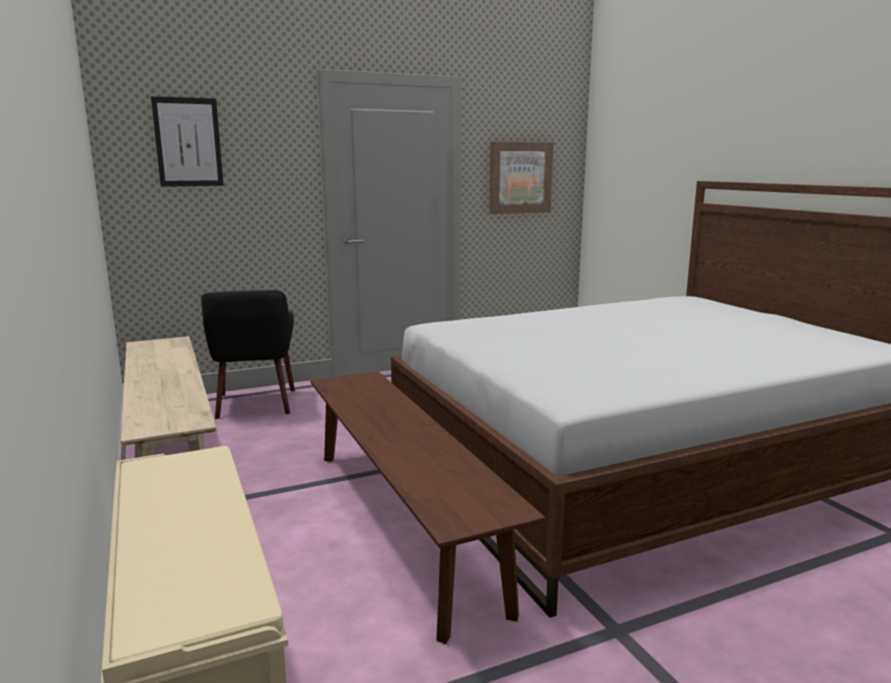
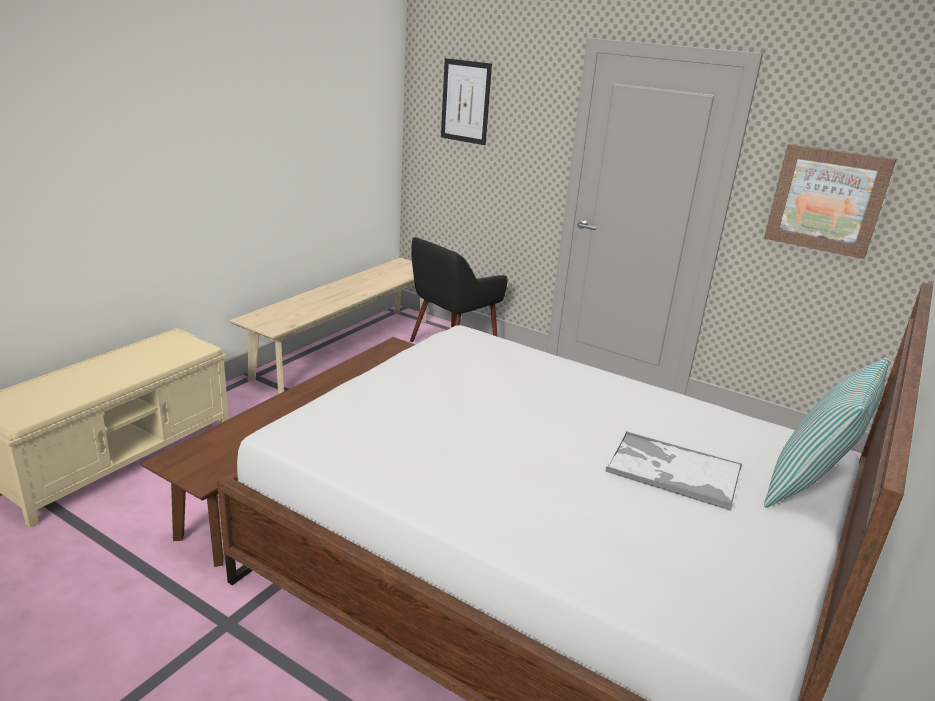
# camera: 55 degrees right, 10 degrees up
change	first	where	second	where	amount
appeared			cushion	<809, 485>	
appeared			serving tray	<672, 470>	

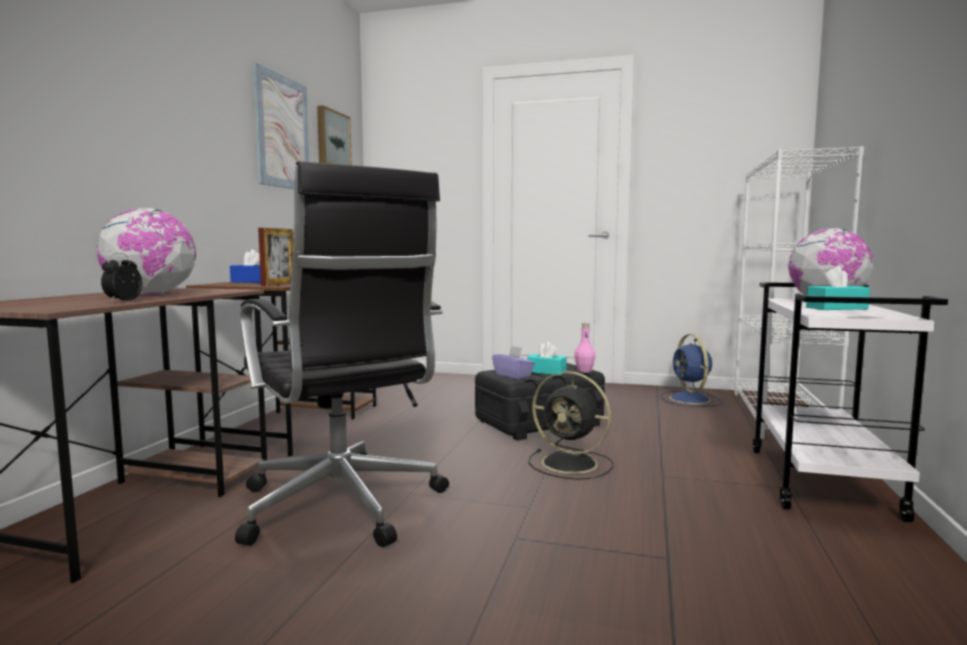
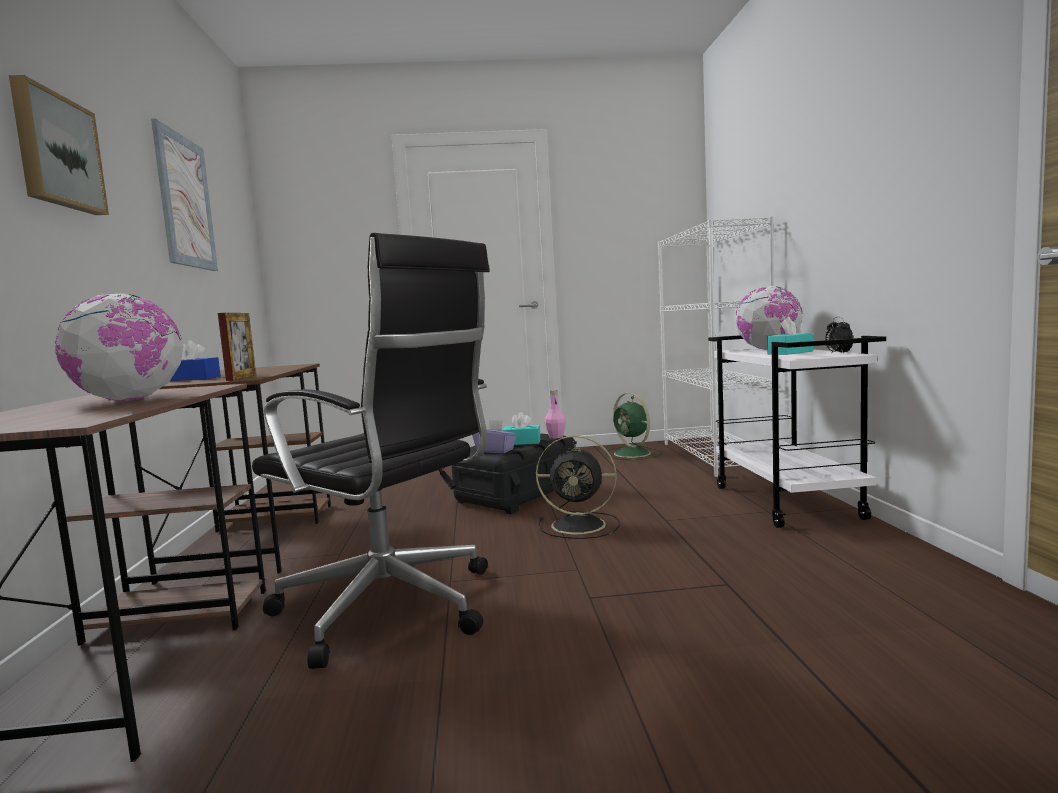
# camera: 20 degrees left, 0 degrees up
change	first	where	second	where	amount
relocated	wall art	<332, 139>		<56, 152>	
relocated	table clock	<123, 302>		<838, 353>	
colour	blue-coloured fan	<690, 400>	greenish fan	<633, 454>	

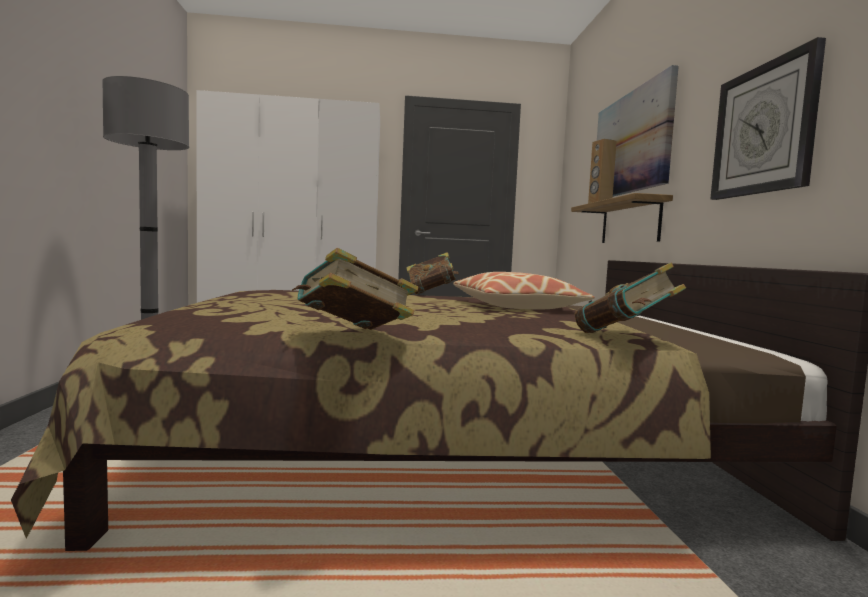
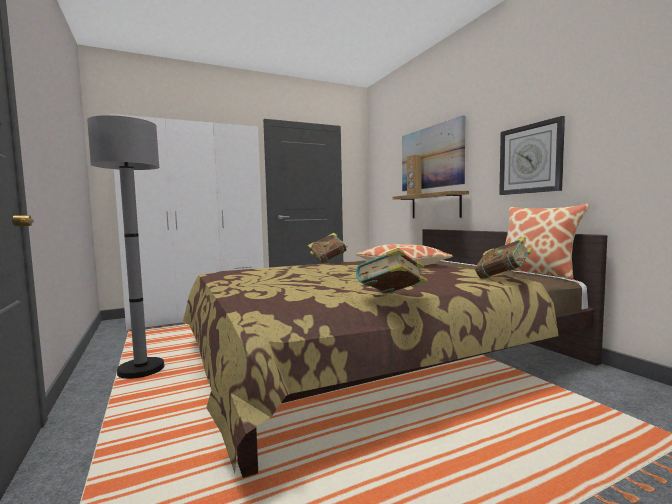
# camera: 20 degrees left, 0 degrees up
change	first	where	second	where	amount
appeared			cushion	<537, 273>	

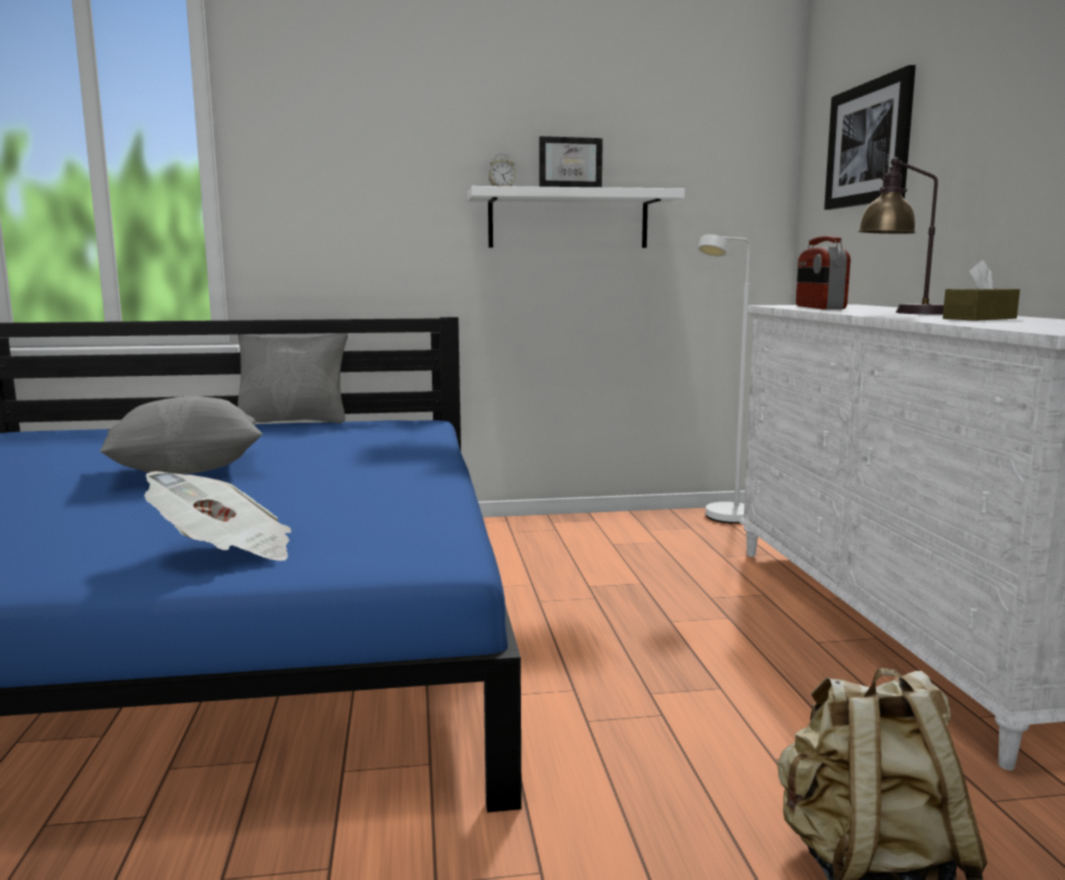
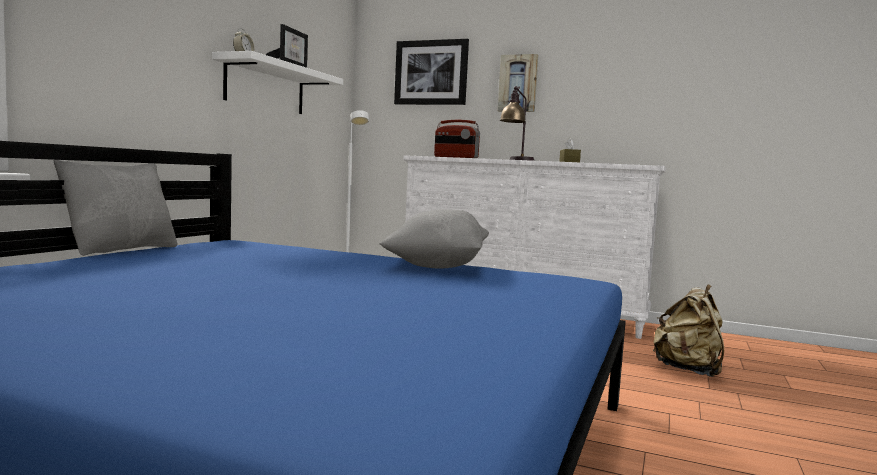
# camera: 60 degrees left, 5 degrees down
change	first	where	second	where	amount
relocated	greyish cushion	<187, 470>		<437, 266>	
missing	daily paper	<226, 552>			
appeared			wall art	<518, 83>	

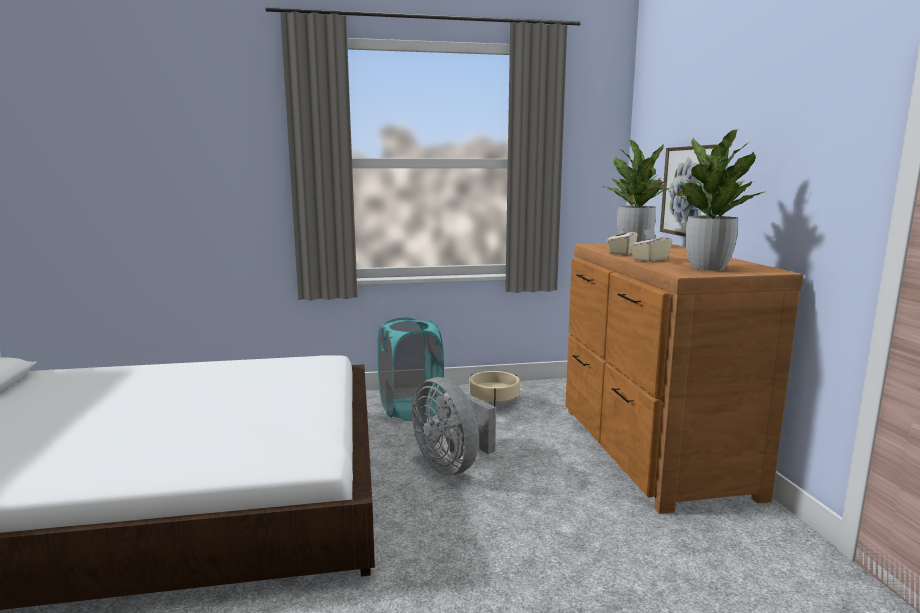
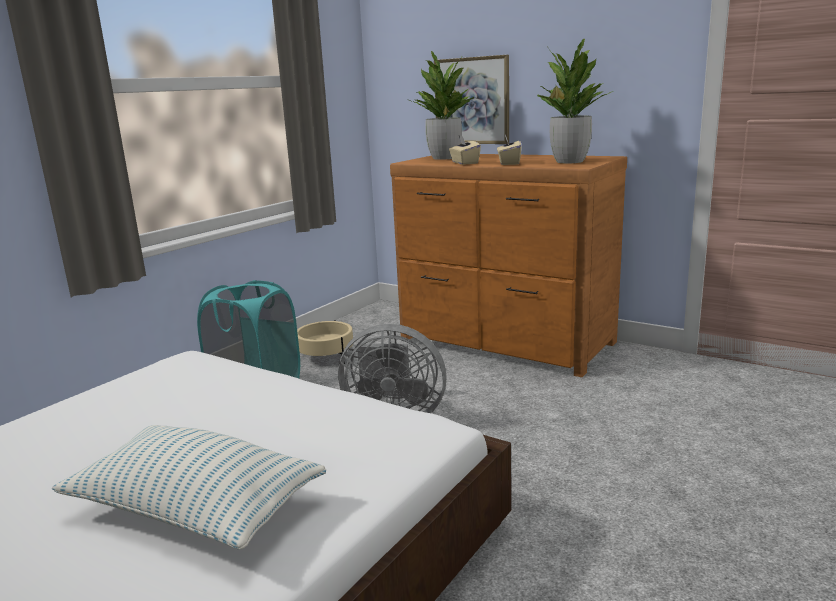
# camera: 45 degrees left, 5 degrees up
change	first	where	second	where	amount
appeared			cushion	<195, 509>	

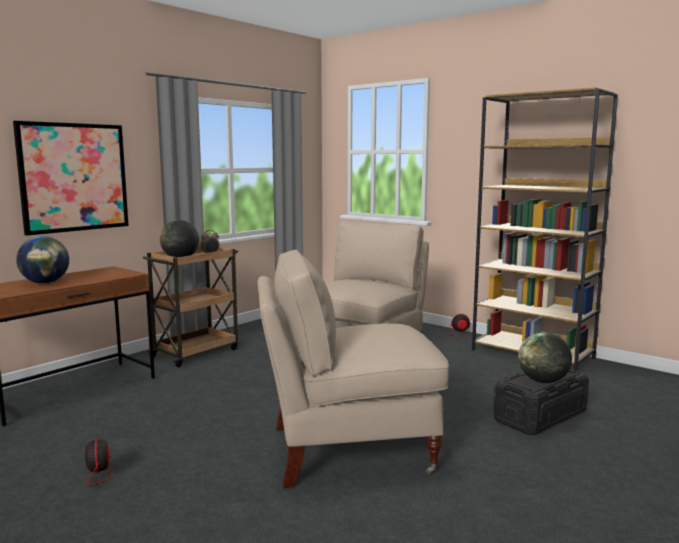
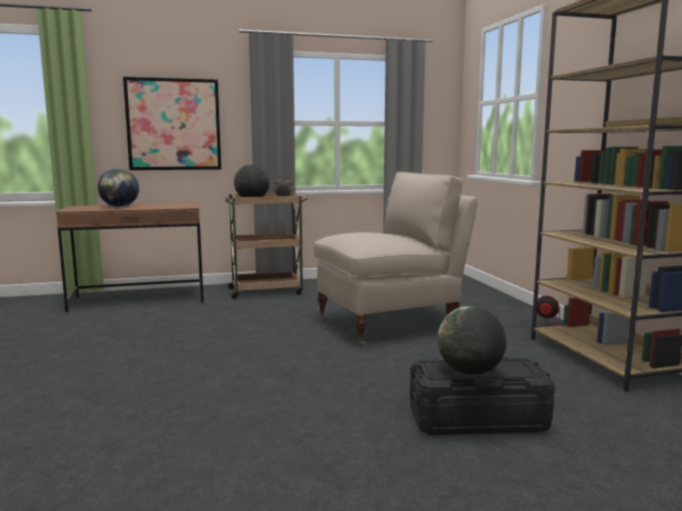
# camera: 35 degrees right, 0 degrees up
change	first	where	second	where	amount
missing	beige upright chair	<347, 449>			
missing	fan	<112, 481>			

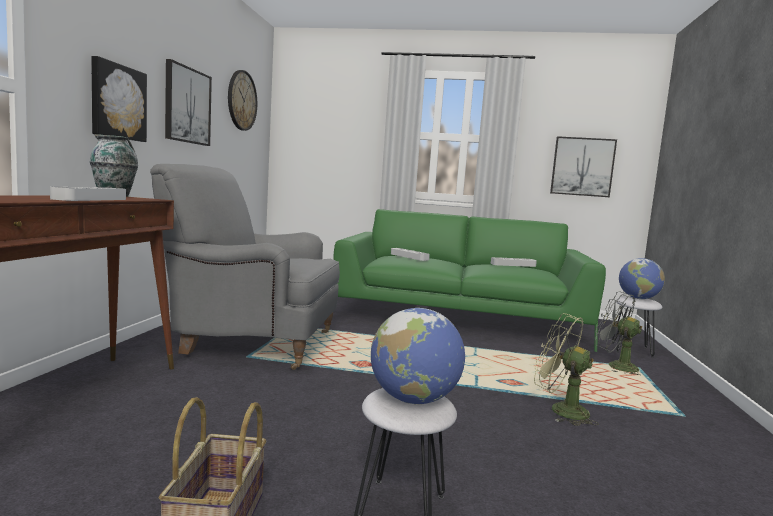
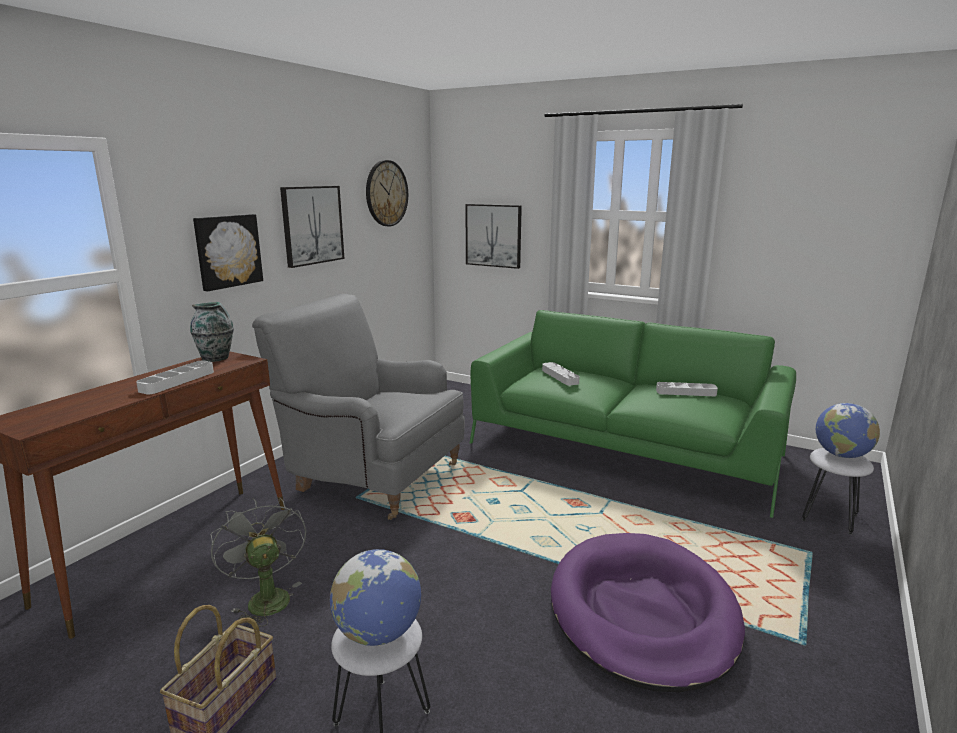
# camera: 20 degrees right, 10 degrees up
change	first	where	second	where	amount
relocated	wall art	<582, 167>		<493, 235>	
relocated	greyish fan	<615, 366>		<265, 597>	
exchanged	greenish fan	<560, 410>	purple-coloured dog cushion	<642, 613>	

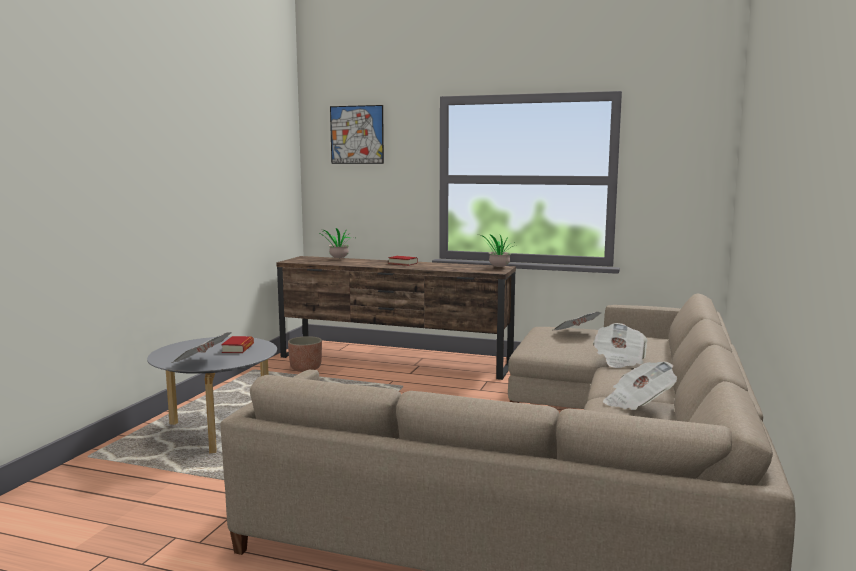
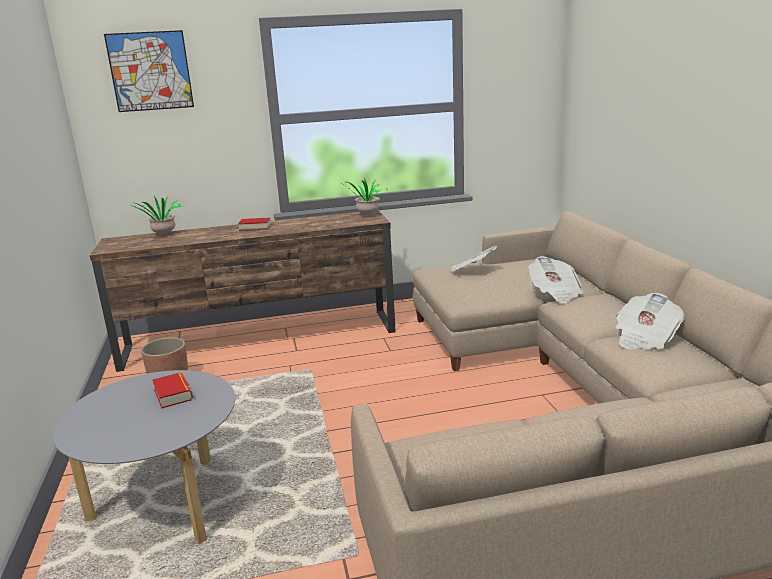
# camera: 30 degrees left, 10 degrees up
change	first	where	second	where	amount
missing	daily paper	<202, 363>			

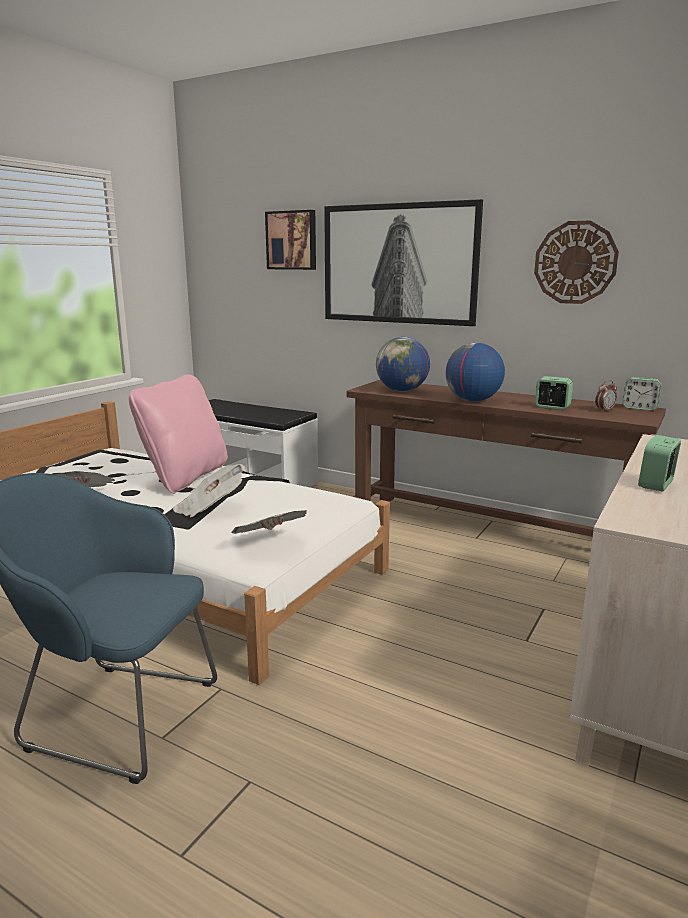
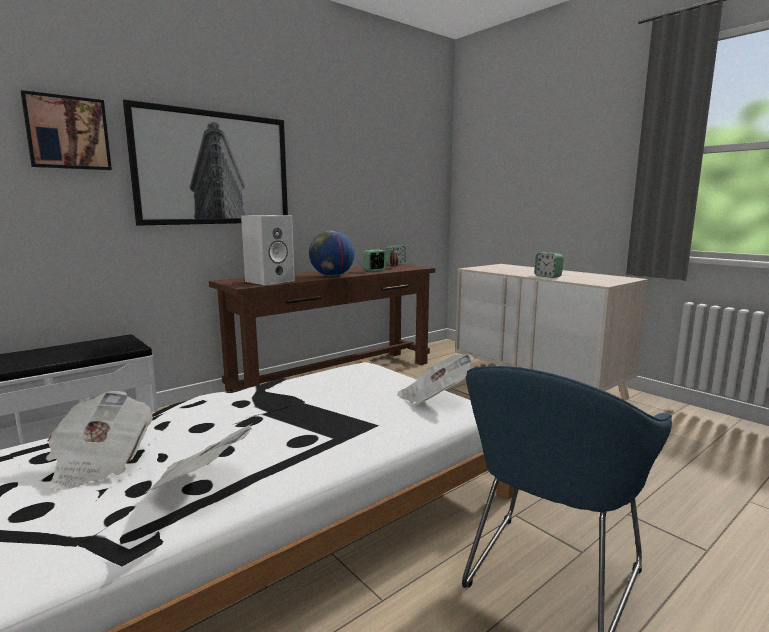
# camera: 70 degrees left, 5 degrees down
change	first	where	second	where	amount
missing	clock on the wall	<575, 262>			
exchanged	desk globe	<402, 391>	white audio speaker	<270, 281>	
missing	pink cushion	<185, 477>			
relocated	daily paper	<210, 508>		<99, 463>	

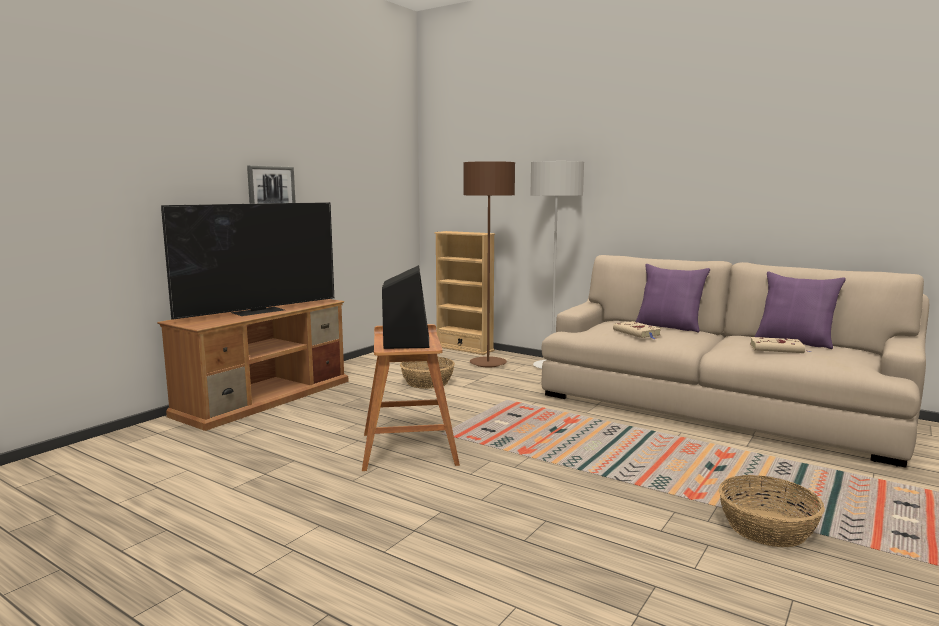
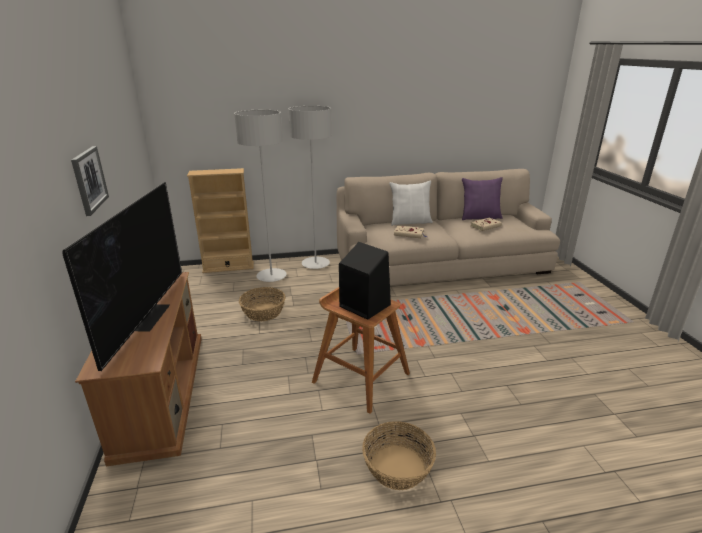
# camera: 45 degrees left, 15 degrees up
change	first	where	second	where	amount
colour	brown-coloured standing lamp	<488, 363>	greyish standing lamp	<271, 276>	
colour	purple-coloured cushion	<669, 326>	white cushion	<410, 222>	
relocated	household basket	<766, 527>		<397, 467>	

